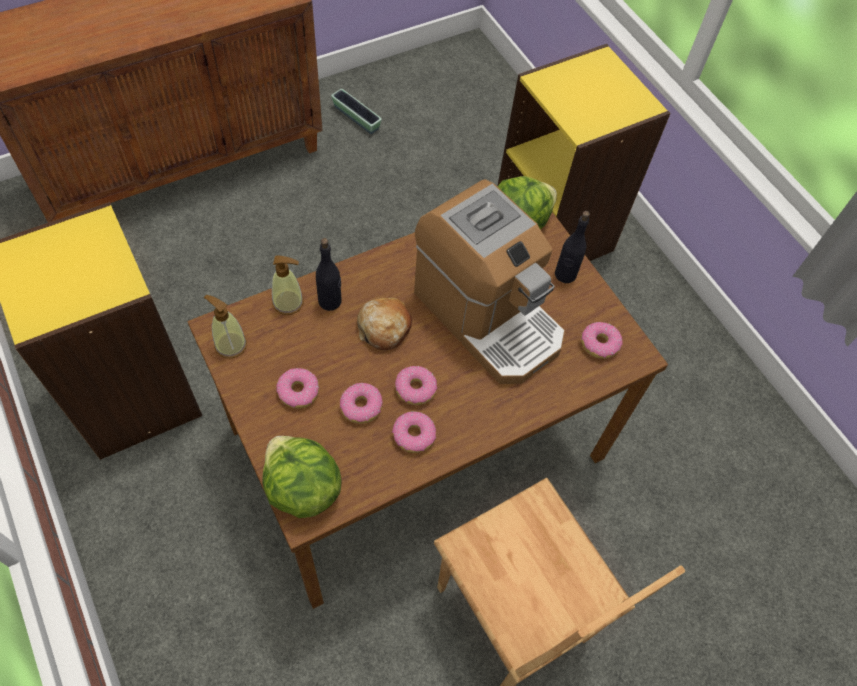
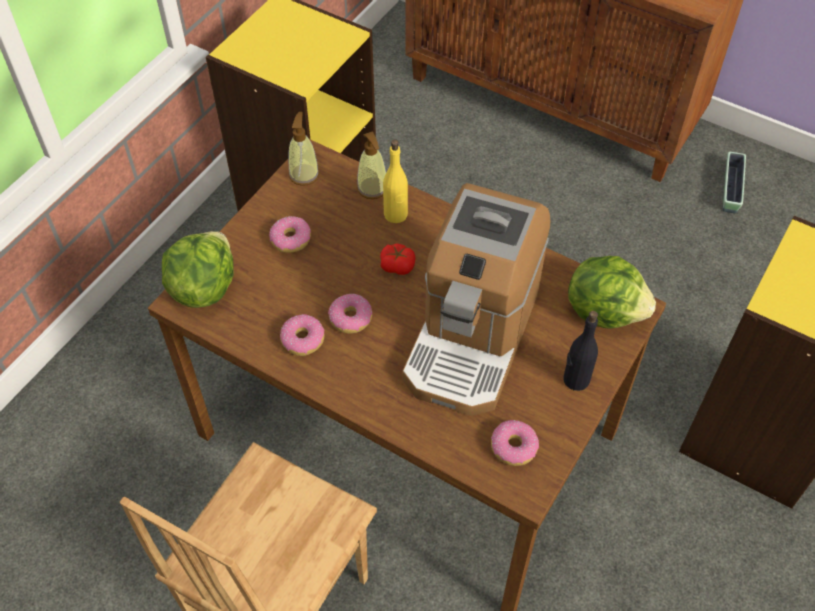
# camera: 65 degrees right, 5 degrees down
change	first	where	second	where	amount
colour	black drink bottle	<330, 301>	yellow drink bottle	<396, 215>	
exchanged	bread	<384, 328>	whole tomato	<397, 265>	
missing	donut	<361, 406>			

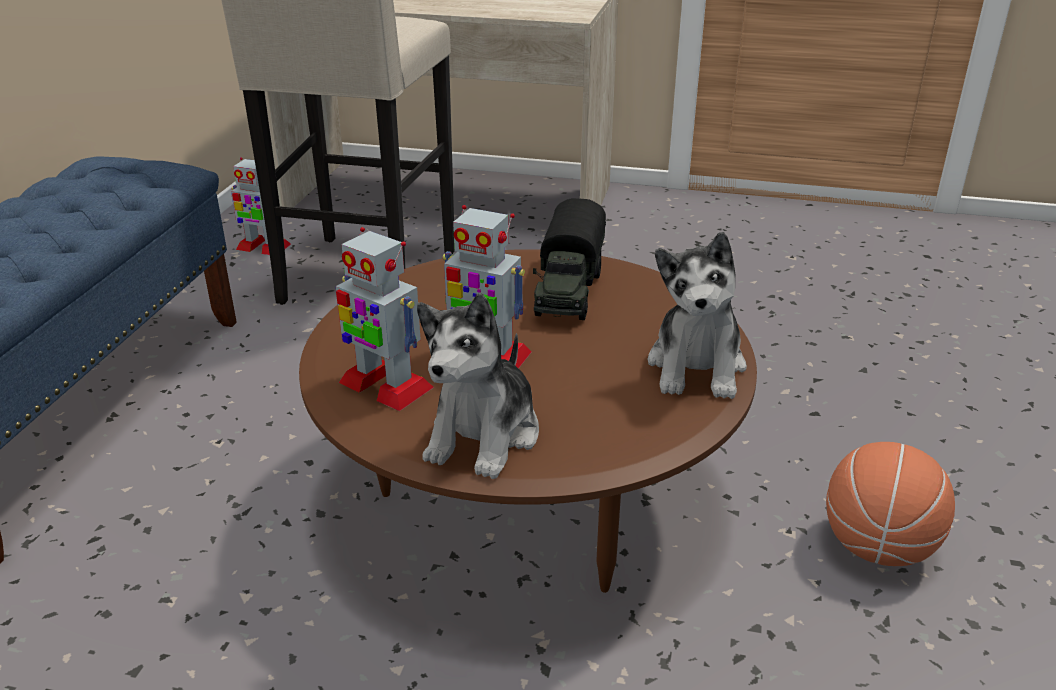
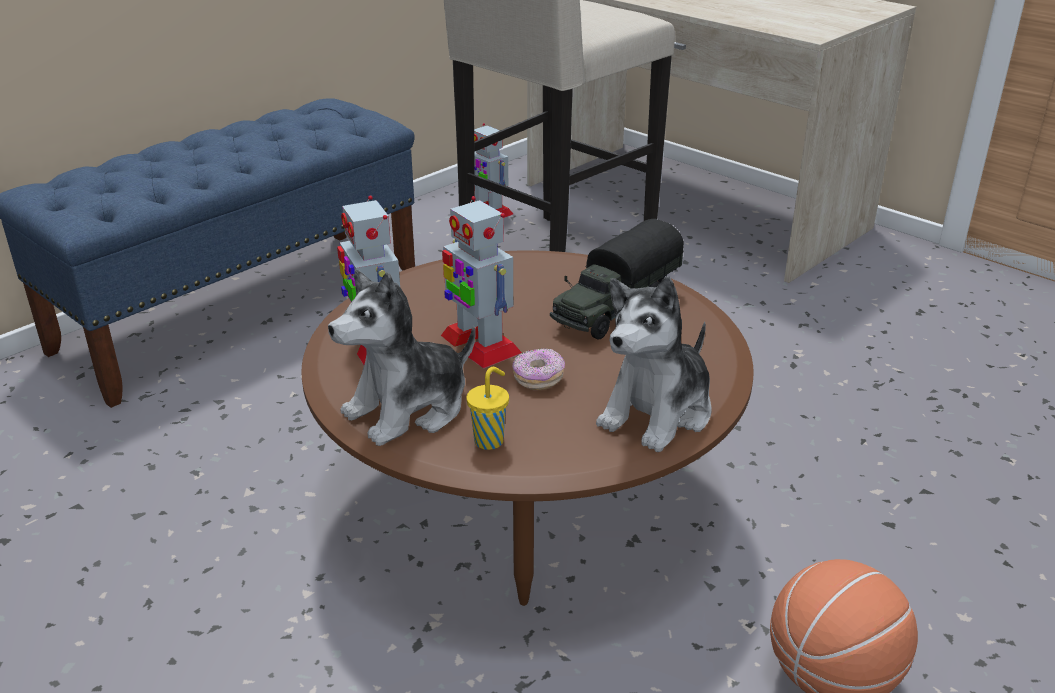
# camera: 30 degrees right, 0 degrees up
change	first	where	second	where	amount
appeared			donut	<538, 379>	
appeared			yellow drinking cup	<490, 440>	

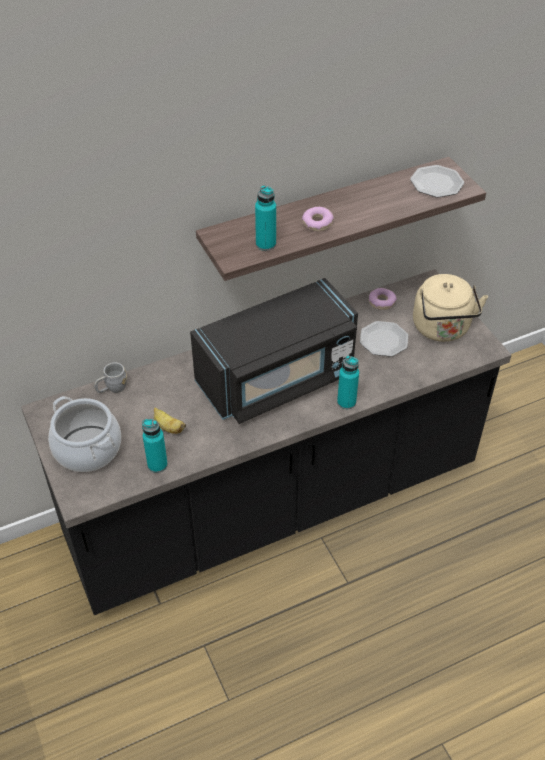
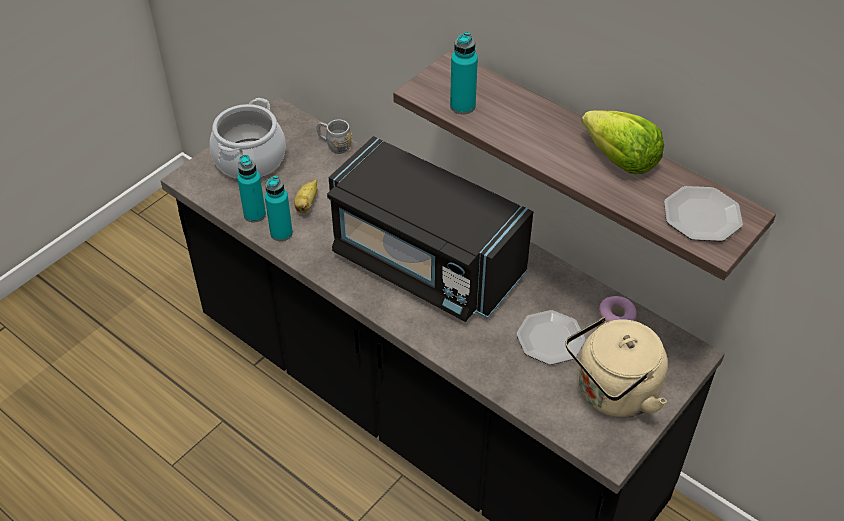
# camera: 65 degrees right, 0 degrees up
change	first	where	second	where	amount
missing	donut	<317, 223>			
relocated	turquoise drink bottle	<346, 402>		<281, 233>	
appeared			head of lettuce	<620, 160>	

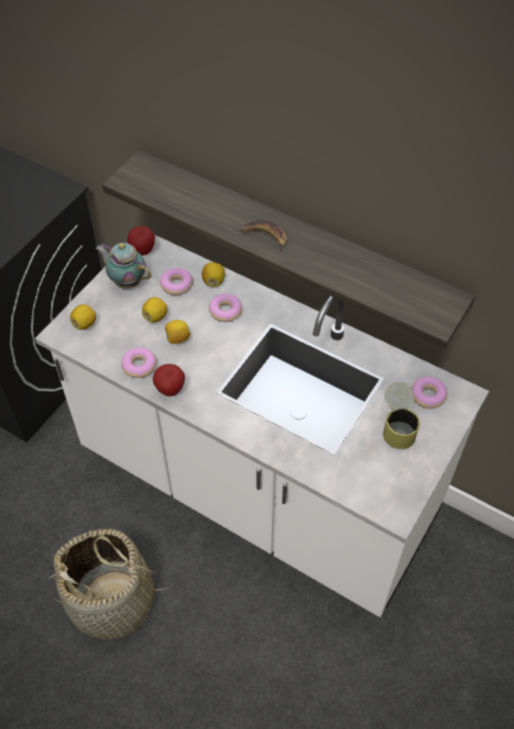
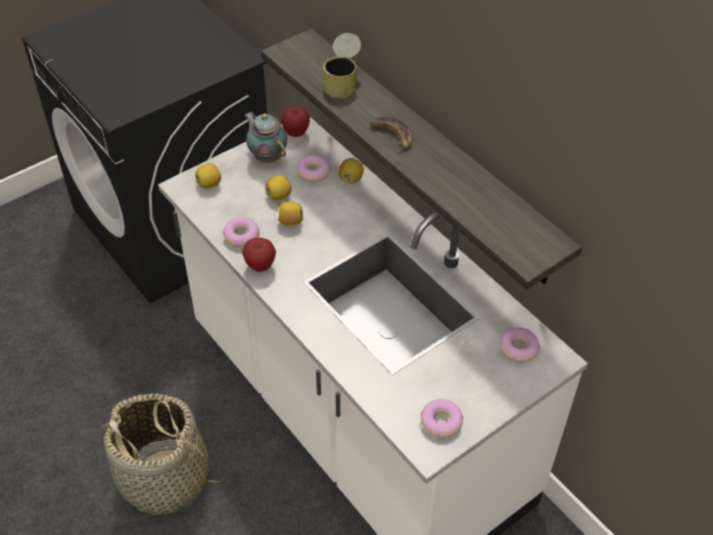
# camera: 20 degrees right, 5 degrees down
change	first	where	second	where	amount
relocated	donut	<225, 311>		<441, 421>	
relocated	sealed can	<397, 426>		<343, 80>	

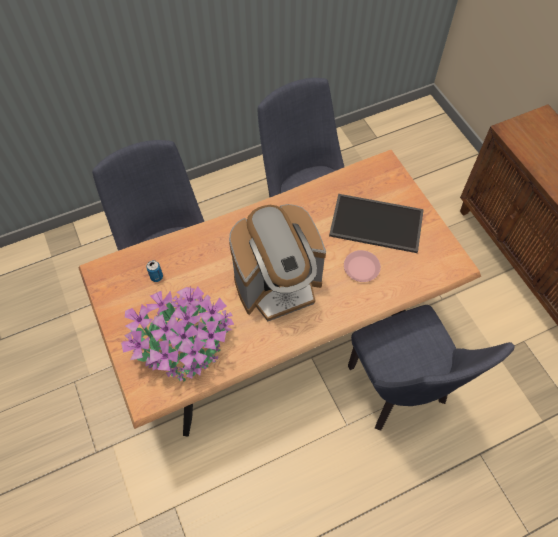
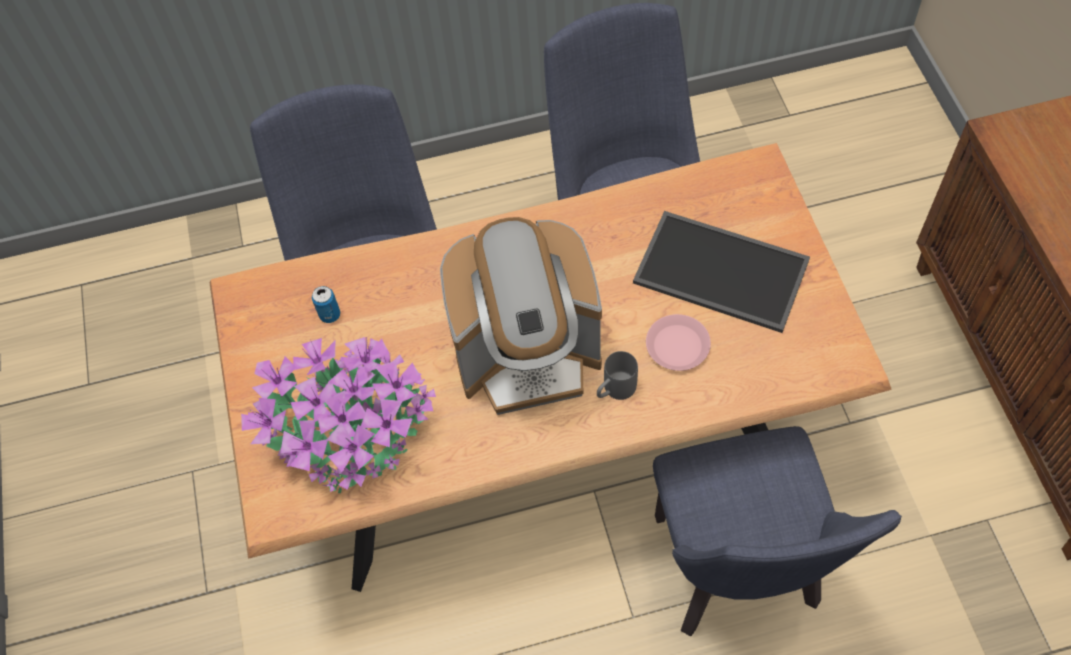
# camera: 15 degrees right, 0 degrees up
change	first	where	second	where	amount
appeared			greyish coffee mug	<614, 391>	

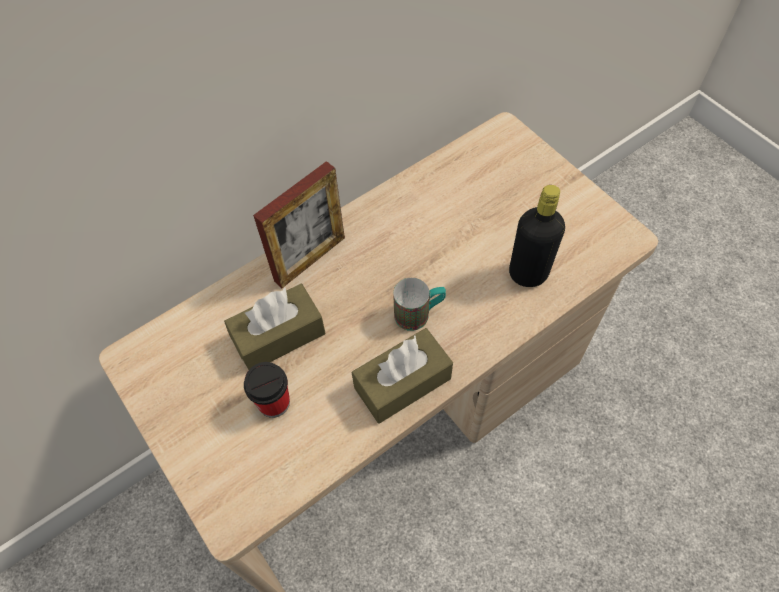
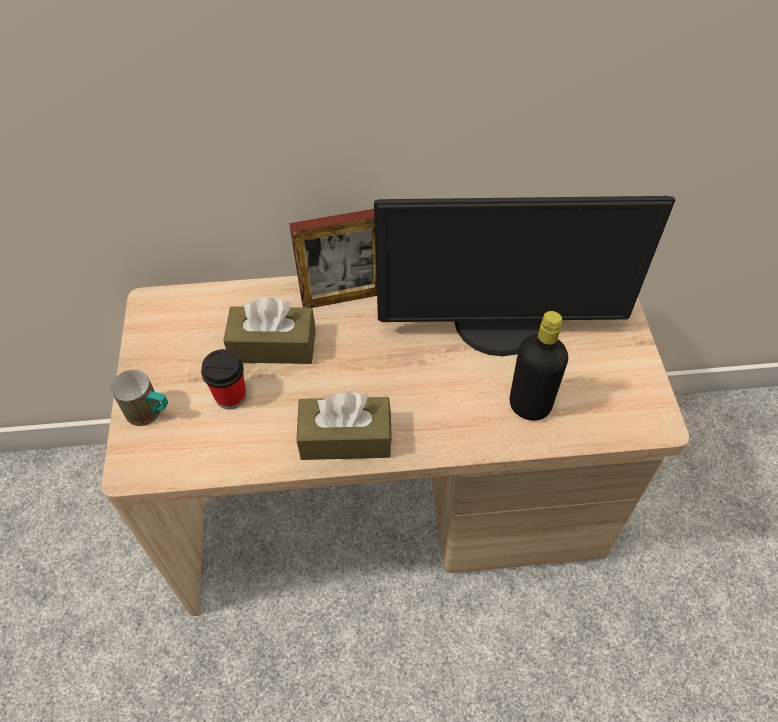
# camera: 30 degrees right, 5 degrees down
change	first	where	second	where	amount
relocated	coffee mug	<419, 314>		<151, 413>	
appeared			computer display	<499, 325>	

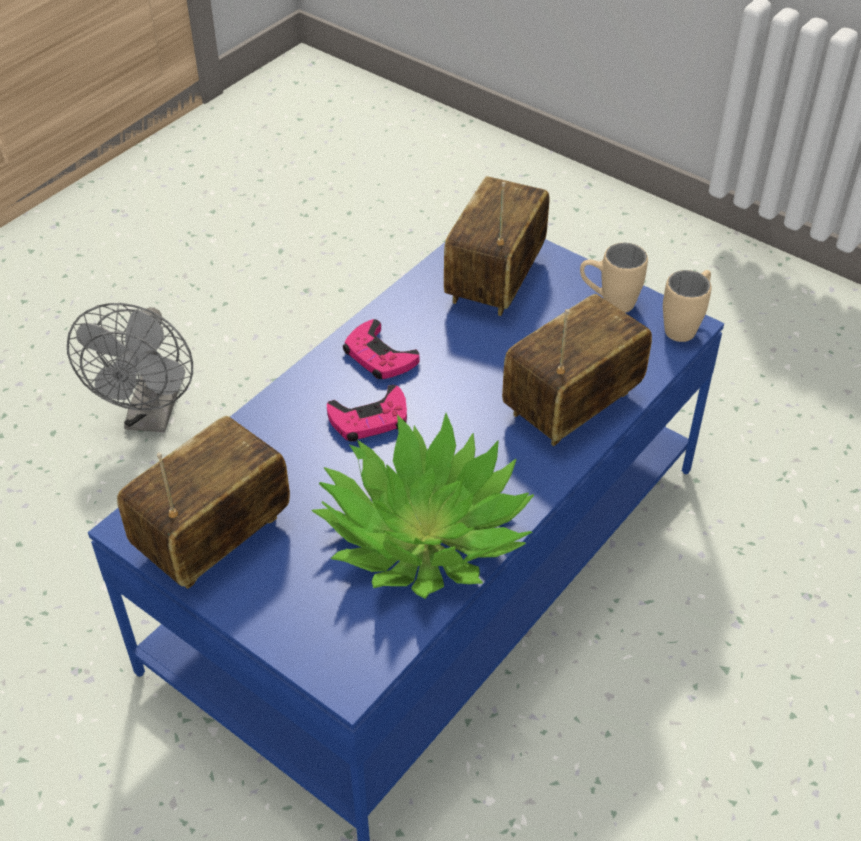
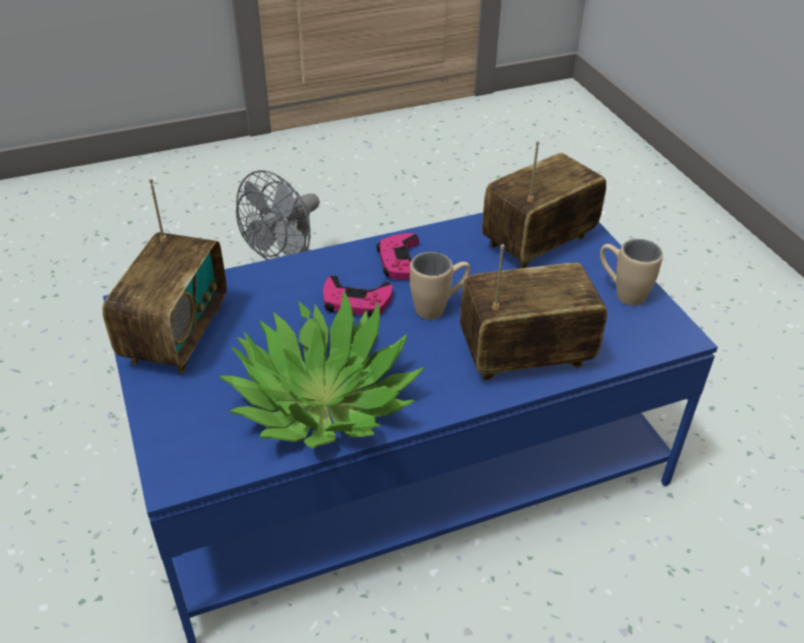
# camera: 30 degrees right, 5 degrees down
change	first	where	second	where	amount
relocated	beige coffee mug	<685, 326>		<439, 308>	
spun	radio set	<214, 538>		<176, 335>	120 degrees clockwise

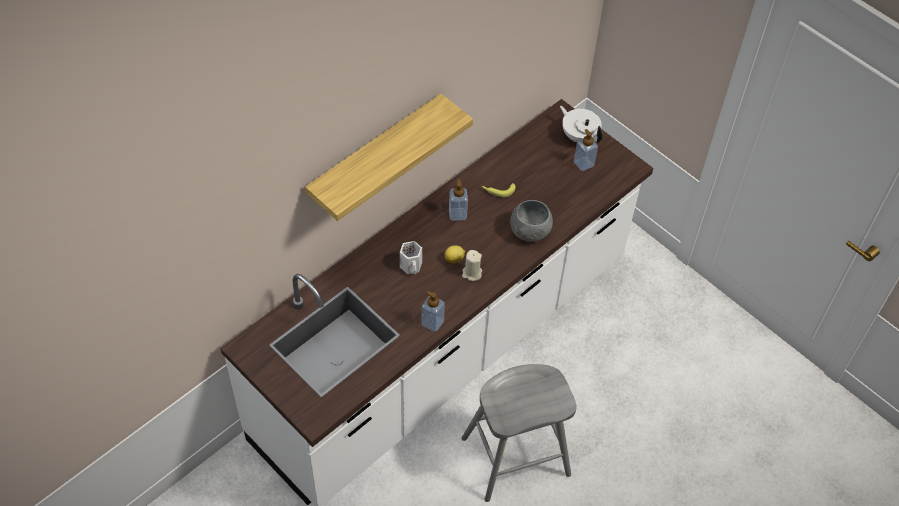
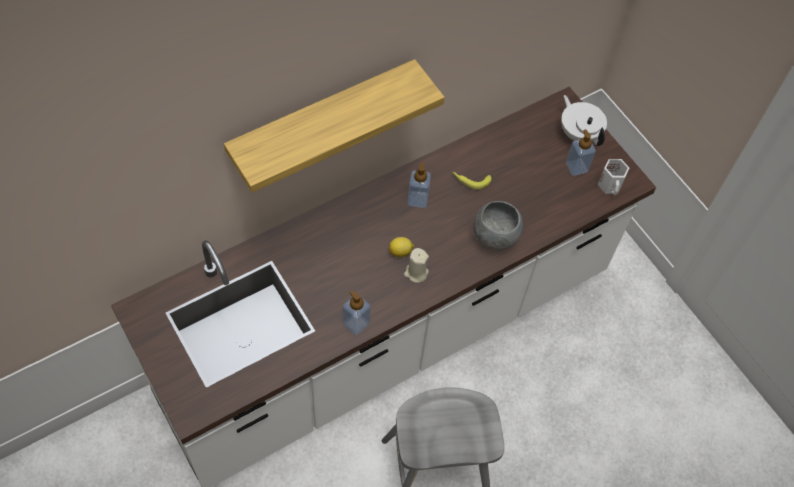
# camera: 10 degrees right, 5 degrees up
change	first	where	second	where	amount
relocated	white coffee mug	<411, 266>		<611, 185>	

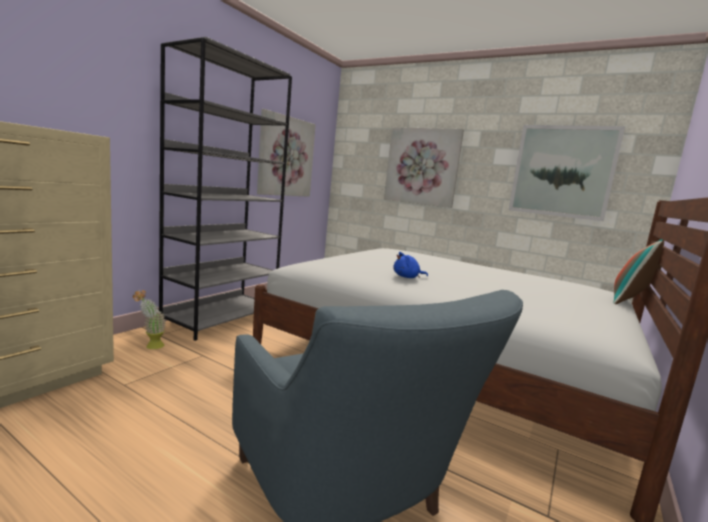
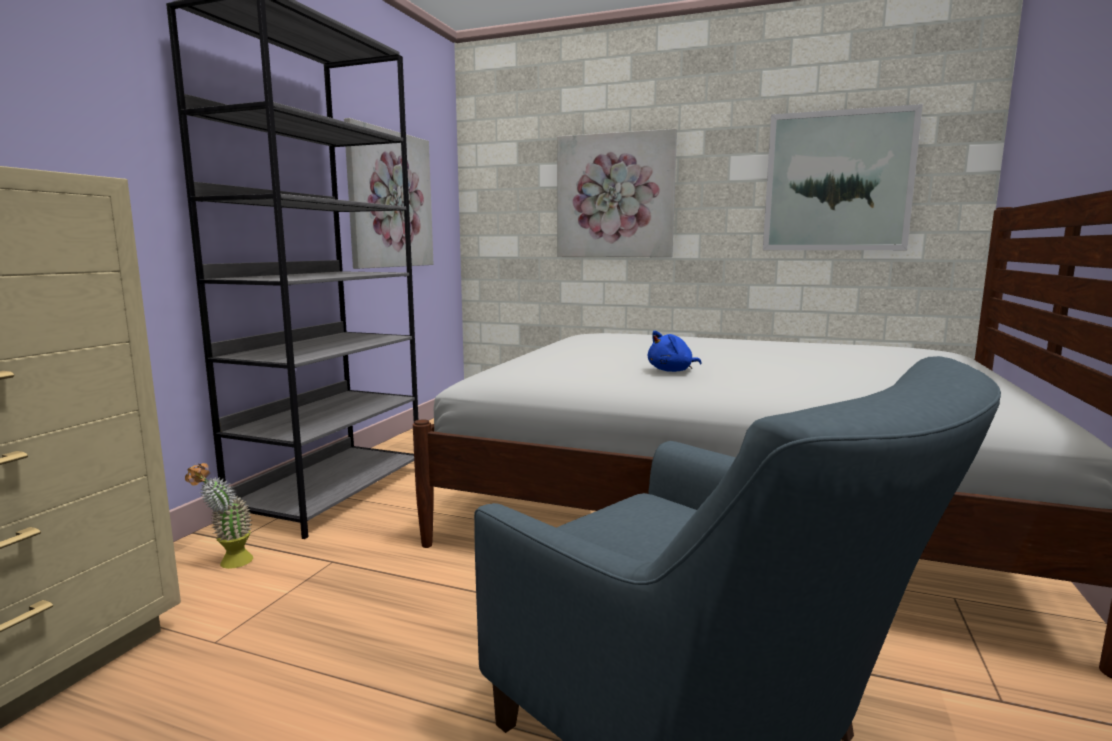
# camera: 10 degrees left, 0 degrees up
change	first	where	second	where	amount
missing	cushion	<631, 301>			

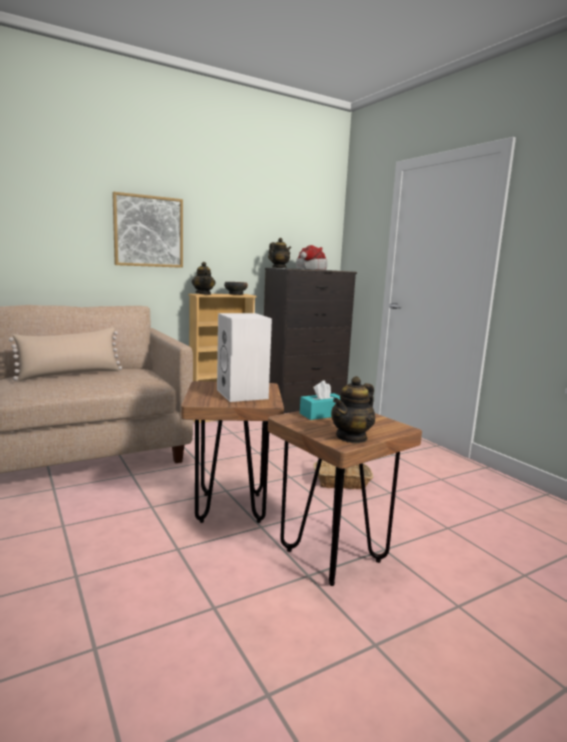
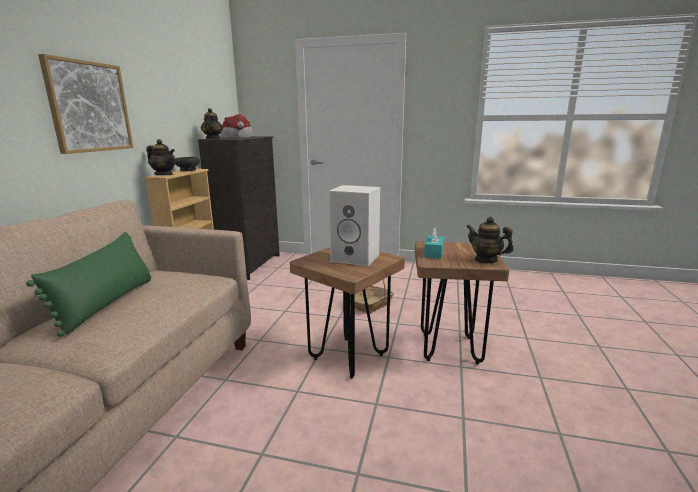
# camera: 45 degrees left, 5 degrees up
change	first	where	second	where	amount
colour	beige cushion	<70, 374>	greenish cushion	<108, 303>	
spun	tea pot	<352, 437>		<486, 260>	135 degrees clockwise

